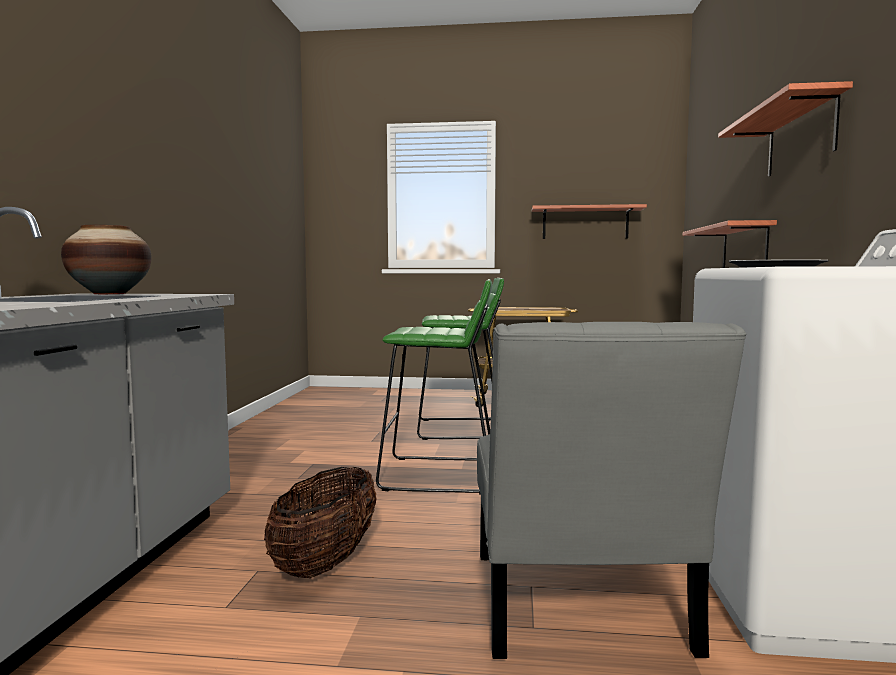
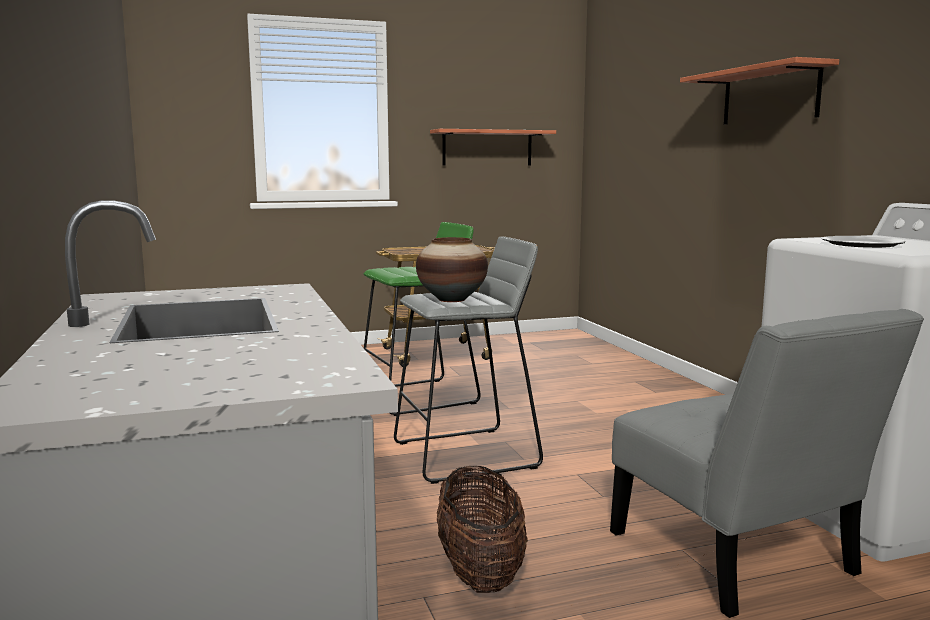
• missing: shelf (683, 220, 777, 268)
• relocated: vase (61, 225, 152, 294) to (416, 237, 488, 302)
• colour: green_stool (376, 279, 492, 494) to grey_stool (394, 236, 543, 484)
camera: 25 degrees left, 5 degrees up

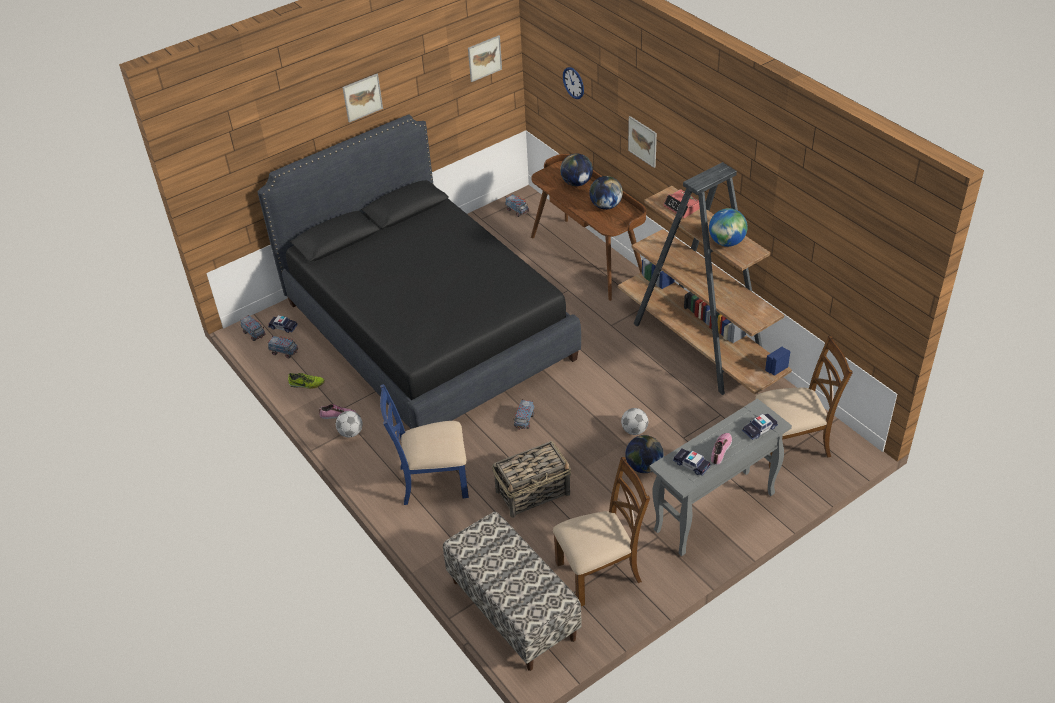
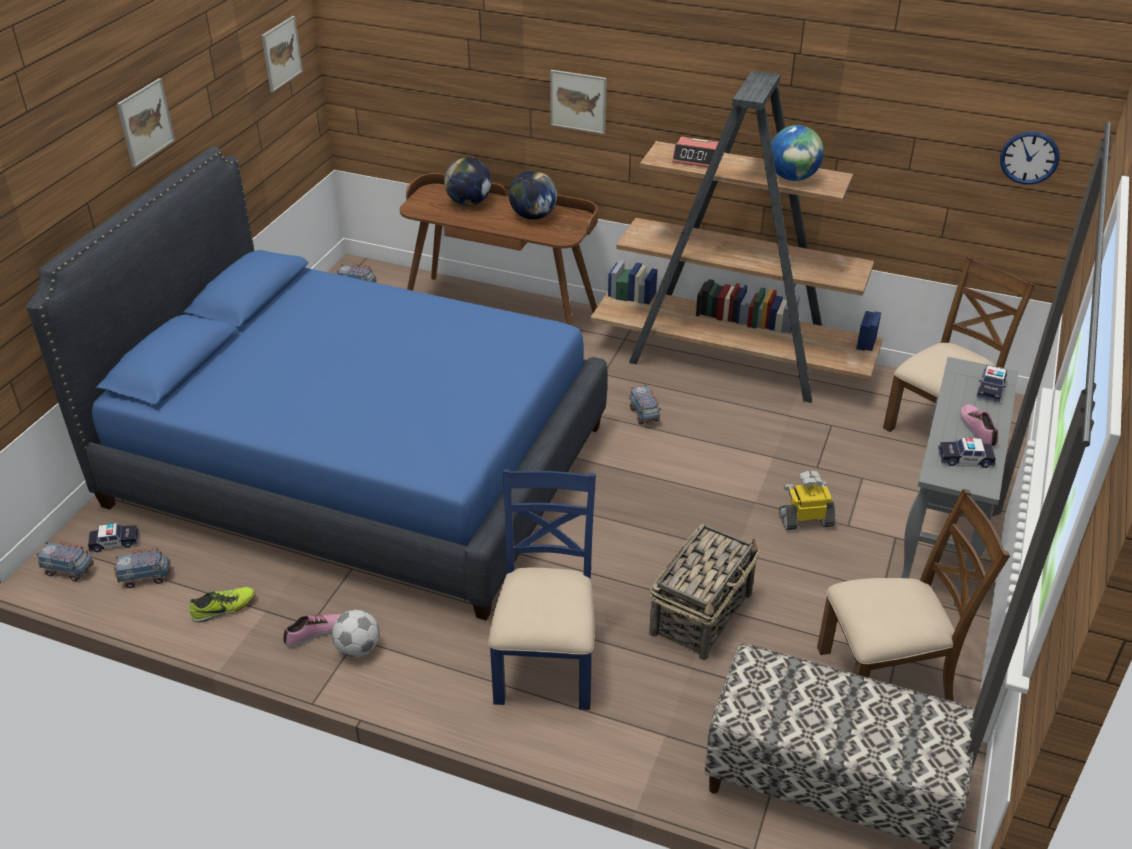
• missing: football (621, 408, 648, 435)
• relocated: toy_truck (513, 399, 534, 430) to (629, 385, 661, 425)
• relocated: wall_clock (563, 67, 584, 99) to (1000, 132, 1060, 185)
• exchanged: globe (625, 435, 664, 473) to toy_robot (779, 471, 836, 530)
• colour: black_bed (258, 115, 581, 429) to blue_bed (26, 146, 607, 620)
• spun: blue_chair (380, 384, 469, 505) = (488, 469, 596, 710) 135 degrees clockwise
• spun: brown_chair (553, 457, 650, 606) = (817, 489, 1010, 702) 45 degrees clockwise
camera: 35 degrees left, 5 degrees down

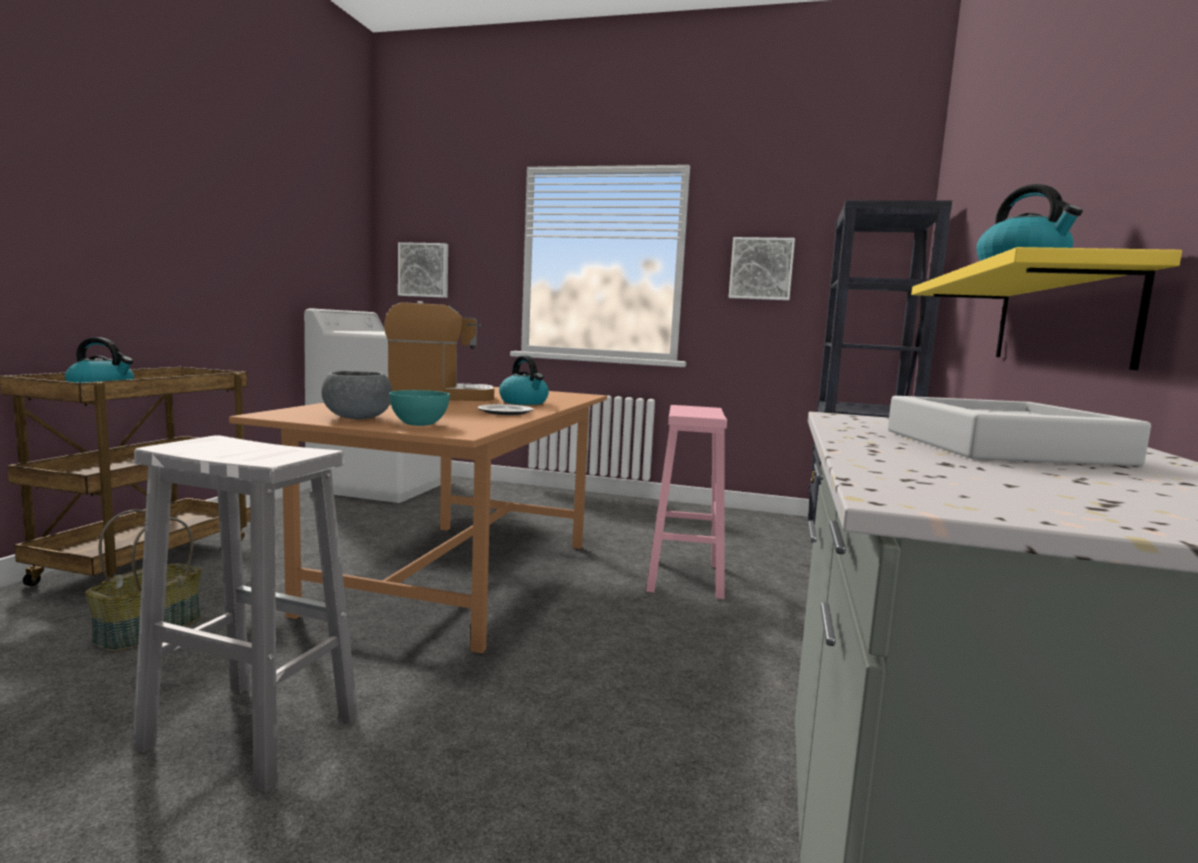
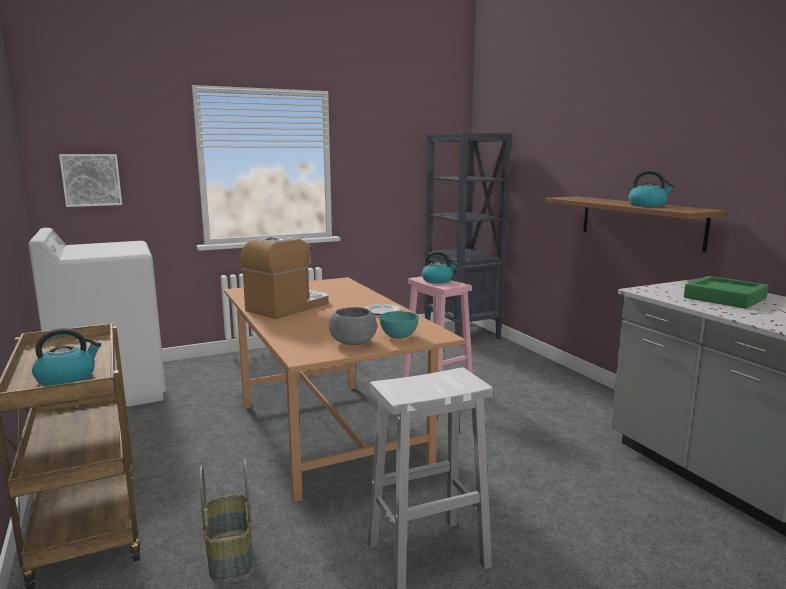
• missing: picture (729, 237, 795, 300)
• relocated: kettle (499, 355, 549, 405) to (422, 251, 458, 283)
• colour: grey_tray (888, 396, 1151, 466) to green_tray (684, 276, 769, 309)
• colour: yellow_shelf (911, 247, 1182, 370) to brown_shelf (545, 196, 727, 252)
camera: 40 degrees left, 5 degrees up

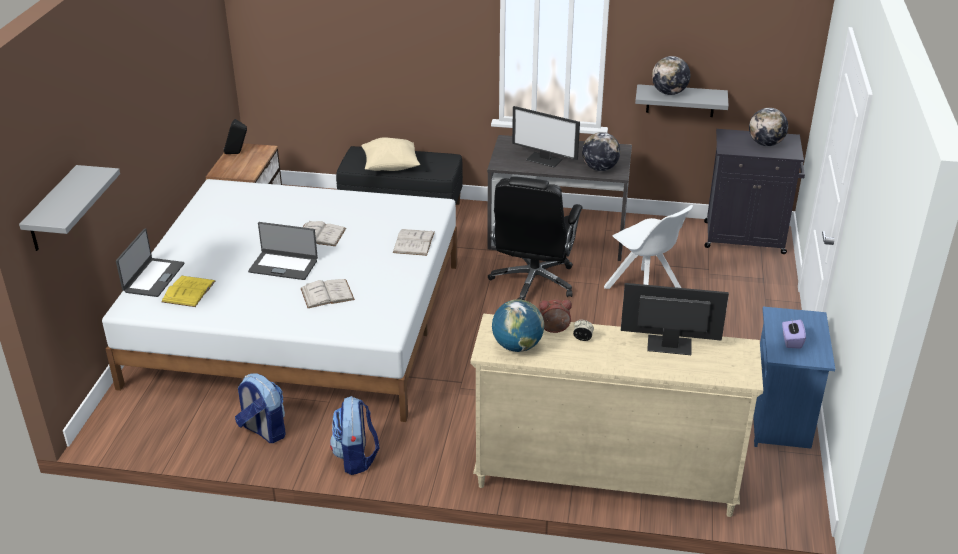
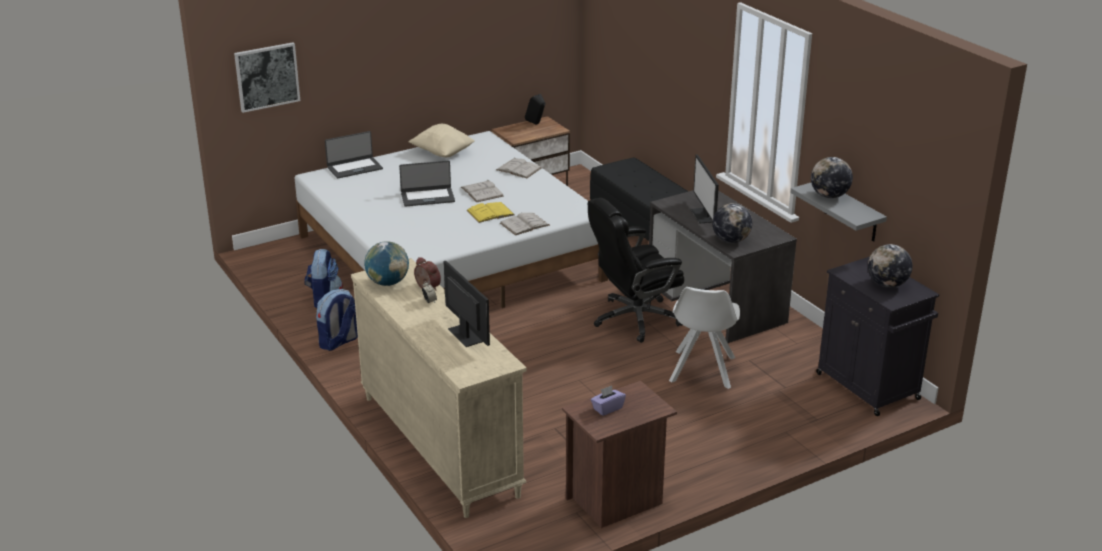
• relocated: yellow_book (161, 276, 215, 307) to (466, 202, 515, 223)
• relocated: white_book (301, 279, 355, 308) to (496, 158, 542, 178)
• relocated: beige_pillow (362, 137, 420, 171) to (409, 124, 475, 157)
• exchanged: grey_shelf (19, 165, 120, 251) to picture (234, 42, 300, 113)
• colour: blue_nightstand (753, 307, 835, 449) to brown_nightstand (562, 381, 677, 528)
• spun: laptop (248, 222, 318, 280) = (399, 161, 455, 207) 75 degrees counterclockwise
camera: 50 degrees right, 5 degrees down

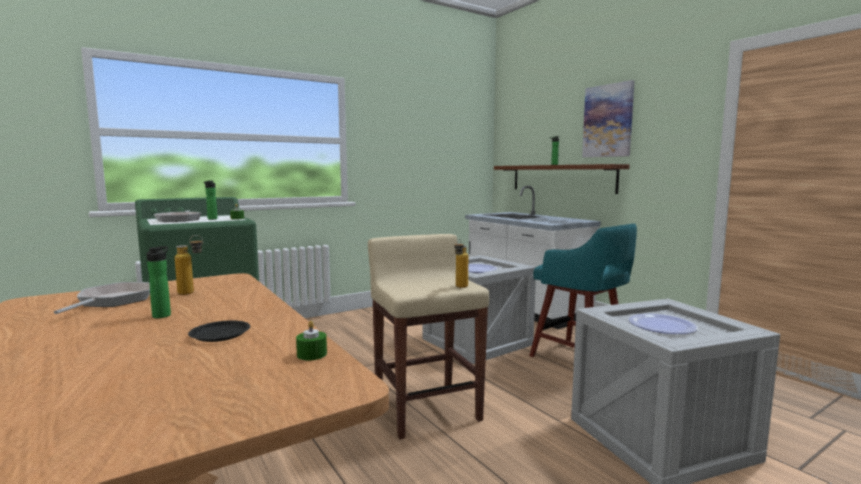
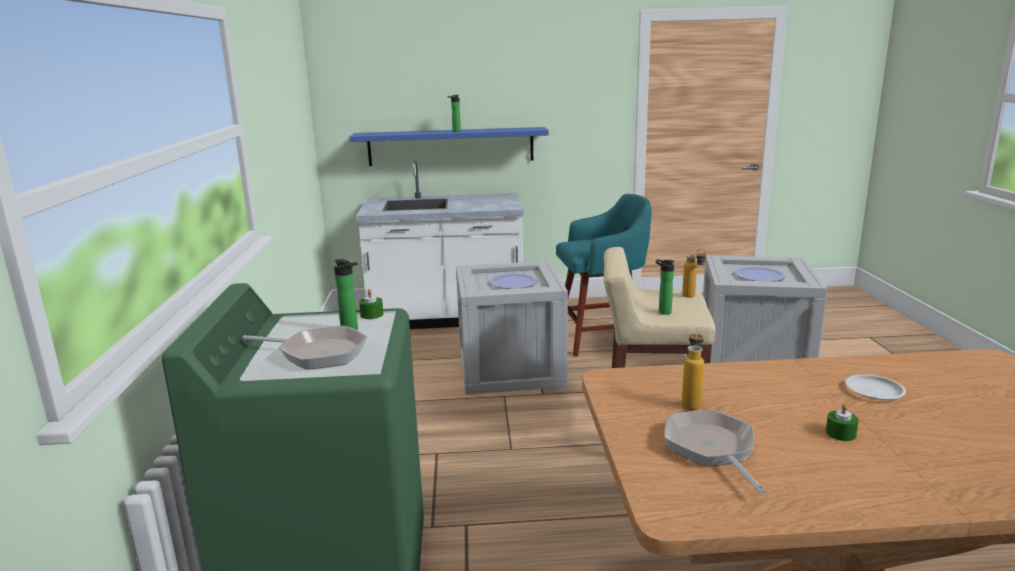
• missing: picture (582, 80, 635, 158)
• relocated: bottle (146, 246, 171, 318) to (655, 259, 675, 315)
• relocated: green_candle (296, 321, 327, 360) to (826, 404, 859, 441)
• colour: black_plate (188, 320, 251, 342) to white_plate (845, 374, 906, 400)
• colour: brown_shelf (494, 164, 630, 194) to blue_shelf (349, 127, 549, 166)
• spun: frying_pan (54, 282, 150, 314) = (664, 410, 765, 494) 45 degrees clockwise
camera: 60 degrees left, 10 degrees up

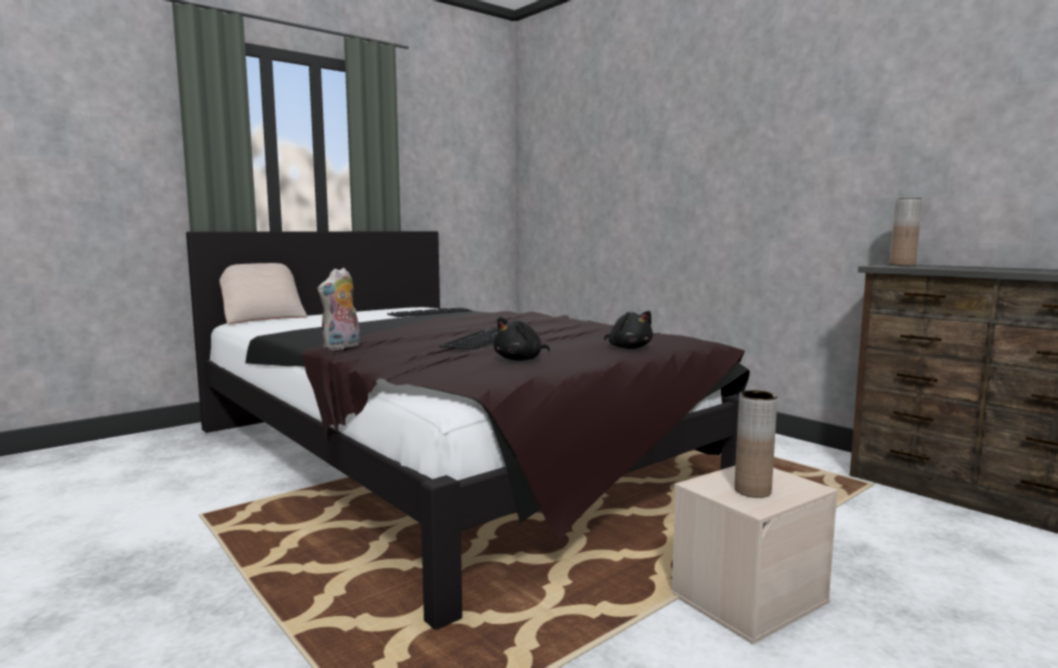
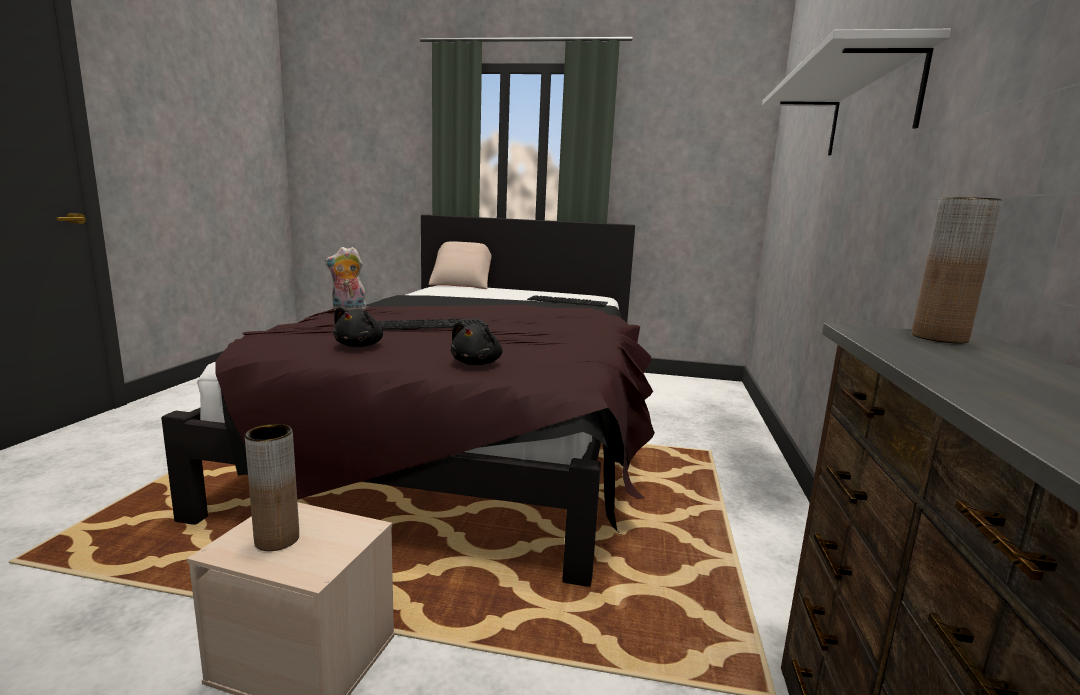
• appeared: white_shelf (762, 29, 951, 155)
• spun: black_plush_toy (493, 317, 550, 361) = (333, 307, 383, 347) 90 degrees counterclockwise
camera: 50 degrees right, 5 degrees up

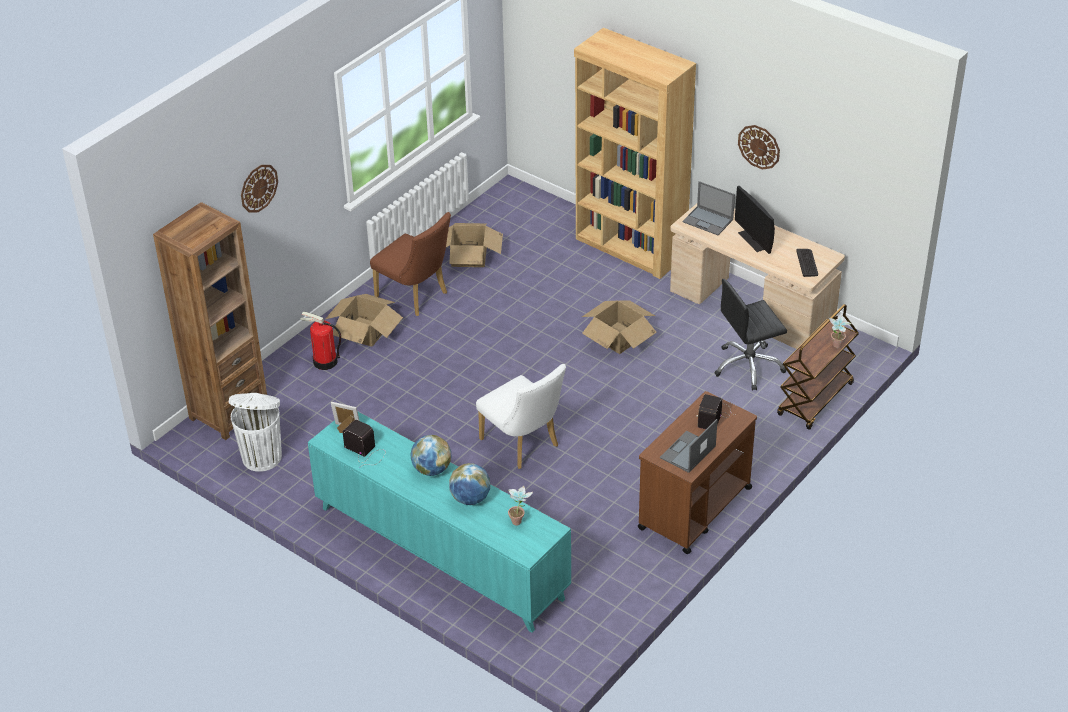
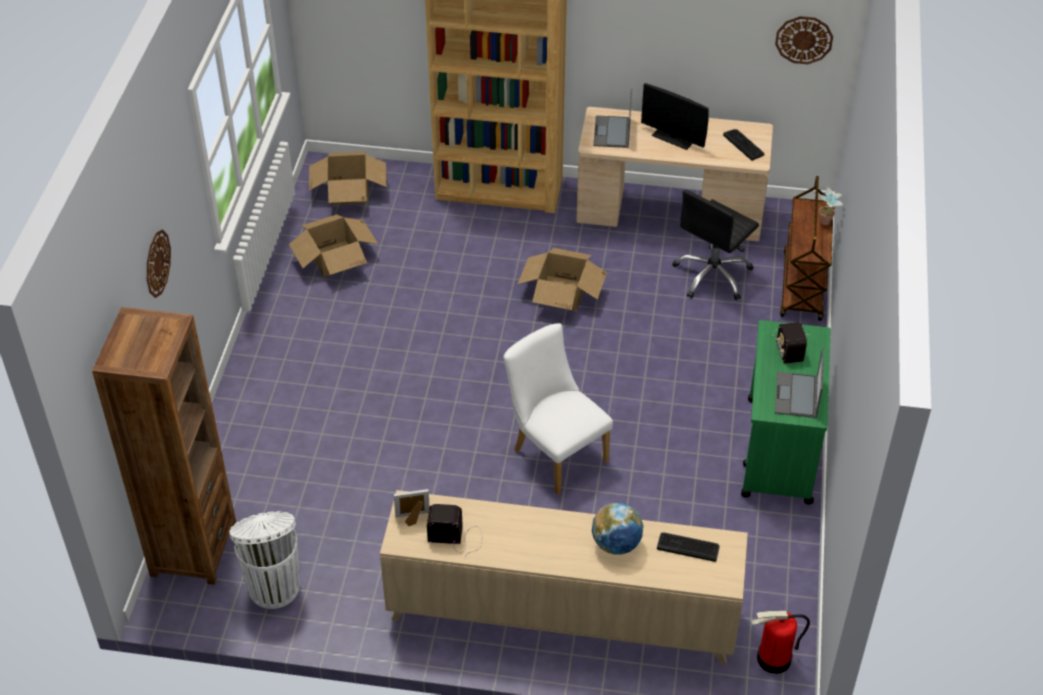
• missing: brown_chair (370, 212, 451, 316)
• missing: globe (410, 435, 451, 476)
• relocated: fire_extinguisher (300, 312, 341, 370) to (752, 610, 810, 674)
• relocated: cardboard_box (326, 294, 403, 347) to (309, 151, 387, 205)
• relocated: wall_clock (738, 125, 780, 170) to (775, 16, 833, 64)
• exchanged: potted_plant (508, 486, 533, 526) to keyboard (657, 532, 720, 562)
• colour: turquoise_cabinet (308, 411, 571, 633) to beige_cabinet (380, 490, 748, 664)
• colour: brown_cart (638, 391, 757, 554) to green_cart (741, 320, 831, 505)
• spun: white_chair (476, 364, 566, 469) = (503, 323, 613, 495) 150 degrees counterclockwise
• spun: laptop (682, 181, 735, 235) = (593, 89, 632, 148) 90 degrees clockwise
camera: 30 degrees left, 5 degrees up

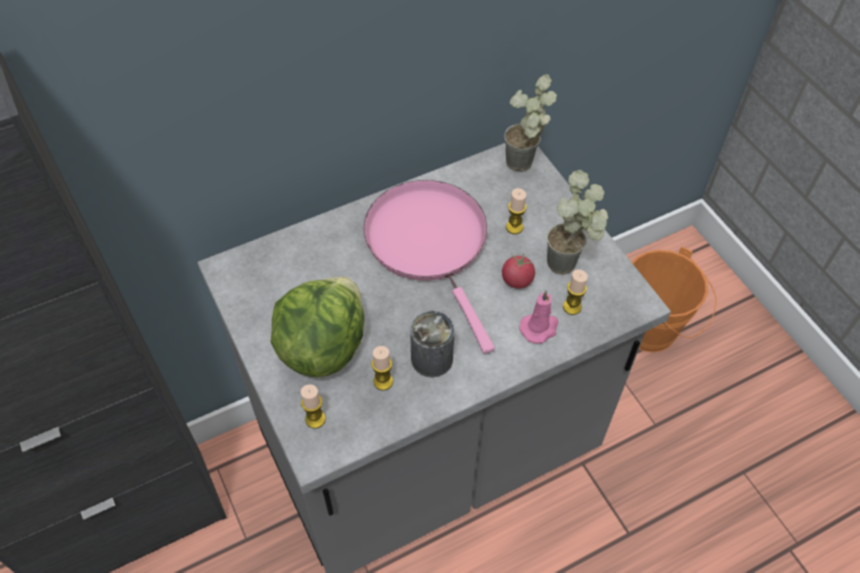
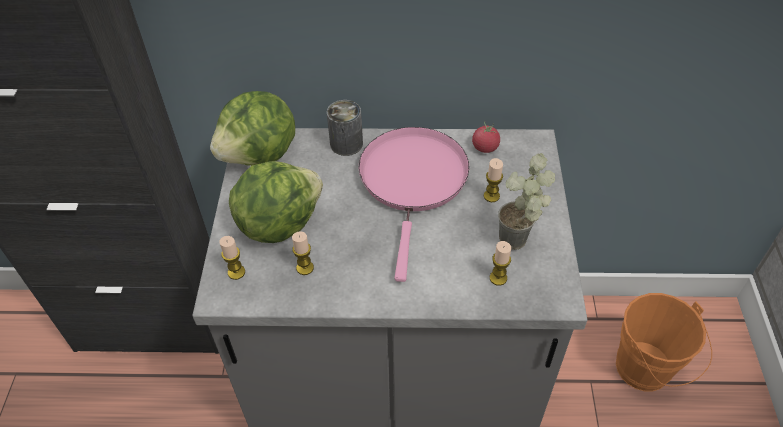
• missing: potted_plant (504, 74, 557, 172)
• missing: pink_candle (520, 290, 558, 344)
• appeared: lettuce (210, 91, 295, 166)
• relocated: can (410, 311, 455, 377) to (327, 100, 363, 156)
• relocated: tomato (502, 253, 535, 289) to (472, 121, 500, 153)
camera: 30 degrees right, 5 degrees down

